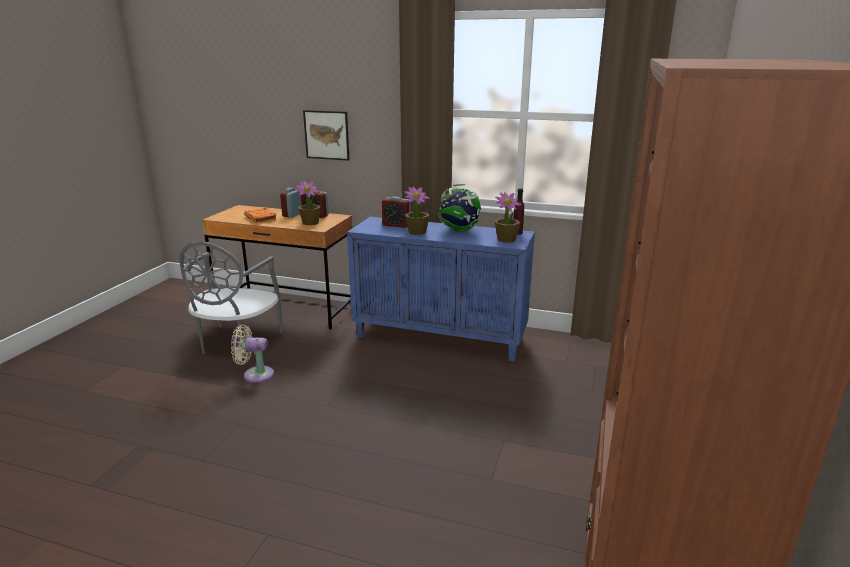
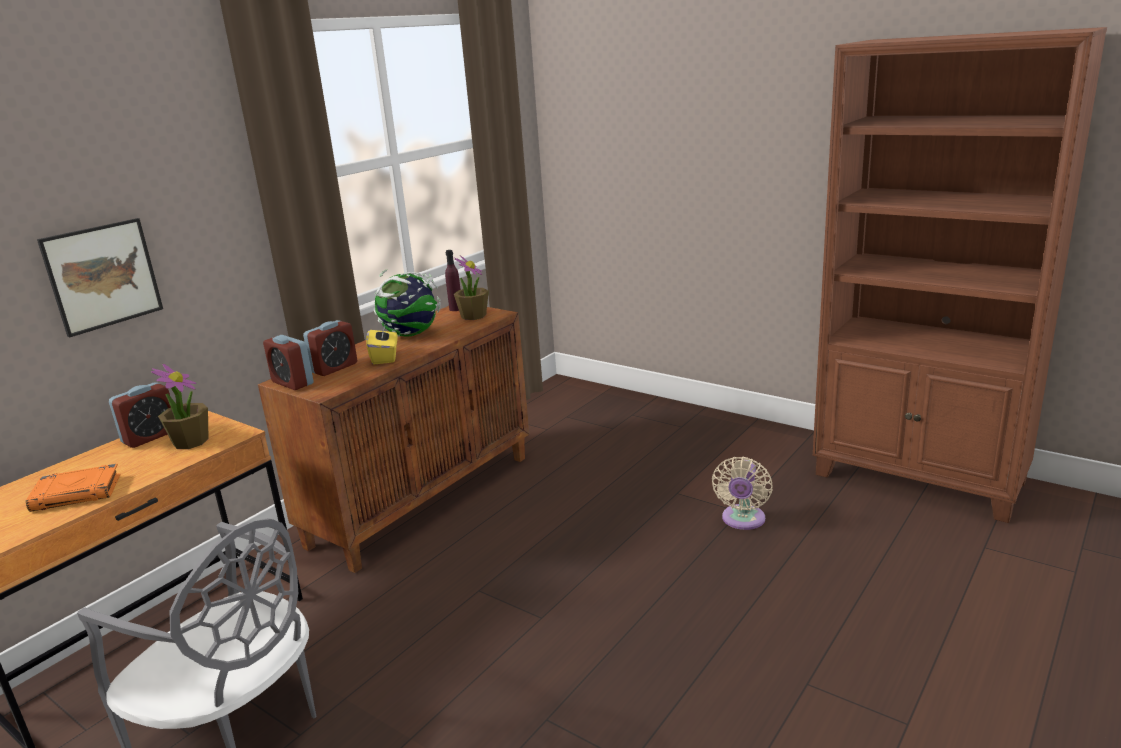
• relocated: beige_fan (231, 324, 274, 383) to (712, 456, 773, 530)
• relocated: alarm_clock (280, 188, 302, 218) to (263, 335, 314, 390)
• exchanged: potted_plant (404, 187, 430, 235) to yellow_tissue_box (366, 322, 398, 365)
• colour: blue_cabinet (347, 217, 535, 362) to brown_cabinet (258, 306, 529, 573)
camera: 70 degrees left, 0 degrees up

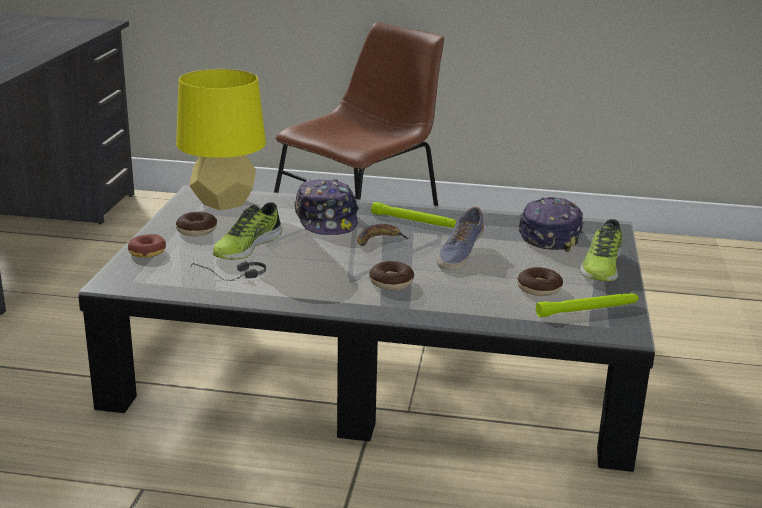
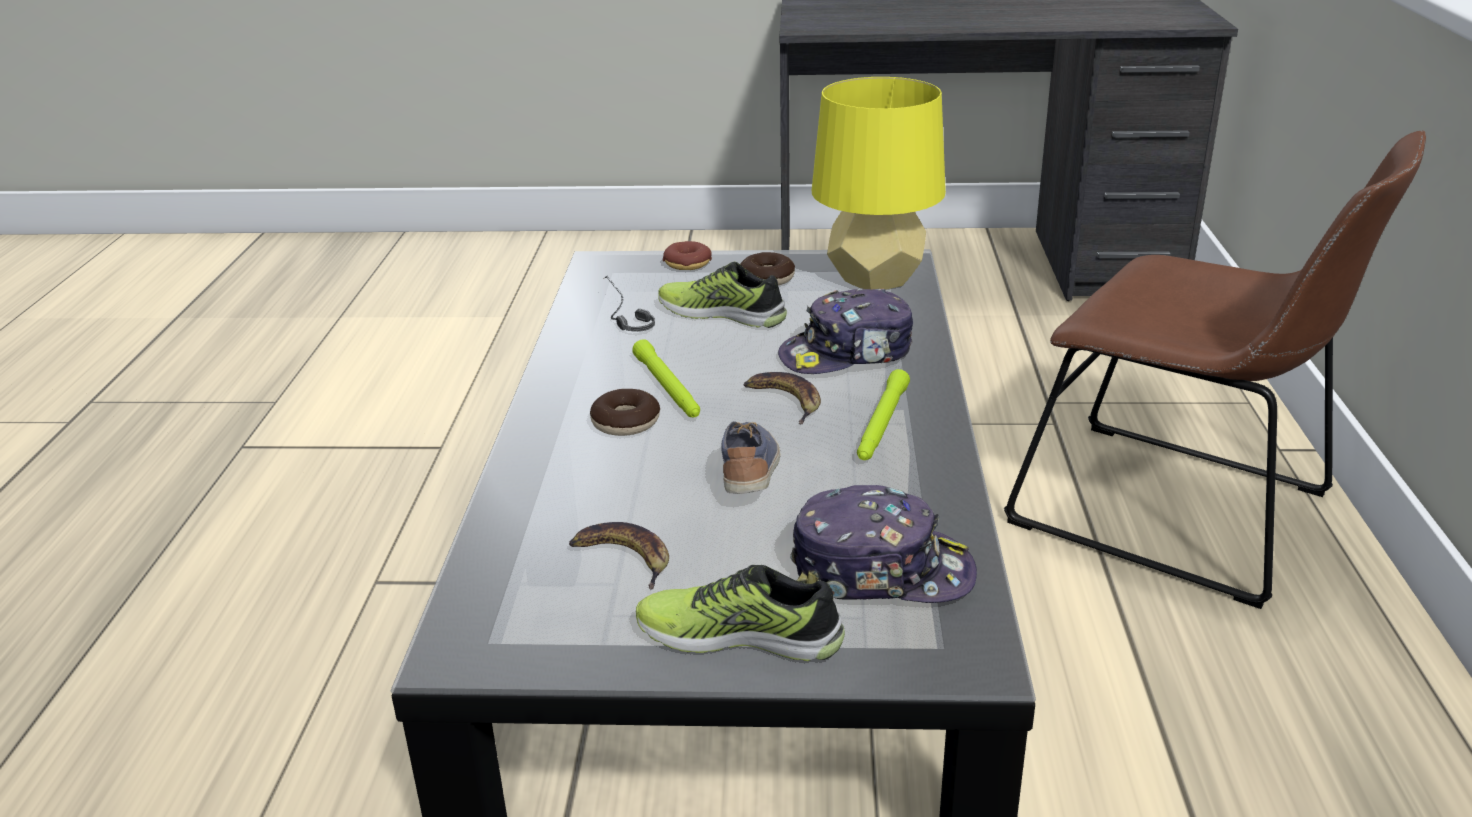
• relocated: green_flashlight (536, 293, 639, 317) to (632, 339, 700, 417)
• exchanged: donut (517, 267, 563, 296) to banana (569, 522, 669, 590)
• spun: shoe (437, 207, 484, 271) = (721, 421, 781, 494) 75 degrees clockwise
camera: 85 degrees right, 5 degrees up

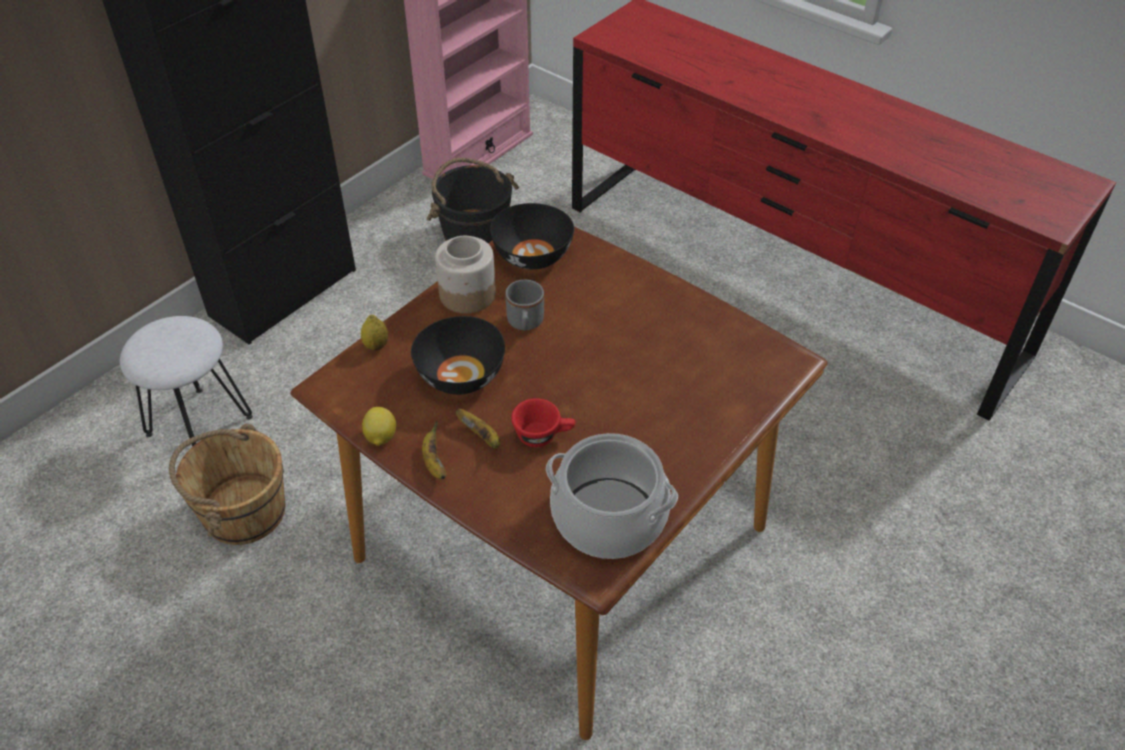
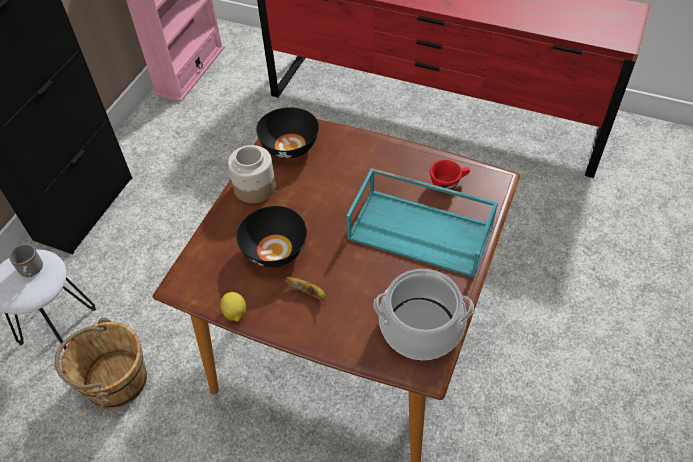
• missing: lemon (361, 315, 388, 350)
• missing: banana (422, 420, 446, 479)
• missing: black_bucket (427, 158, 519, 243)
• appeared: turquoise_tray (346, 168, 498, 278)
• relocated: grey_mug (505, 280, 544, 330) to (9, 244, 43, 277)
• relocated: red_cup (511, 398, 575, 447) to (430, 160, 470, 190)
camera: 15 degrees left, 5 degrees up

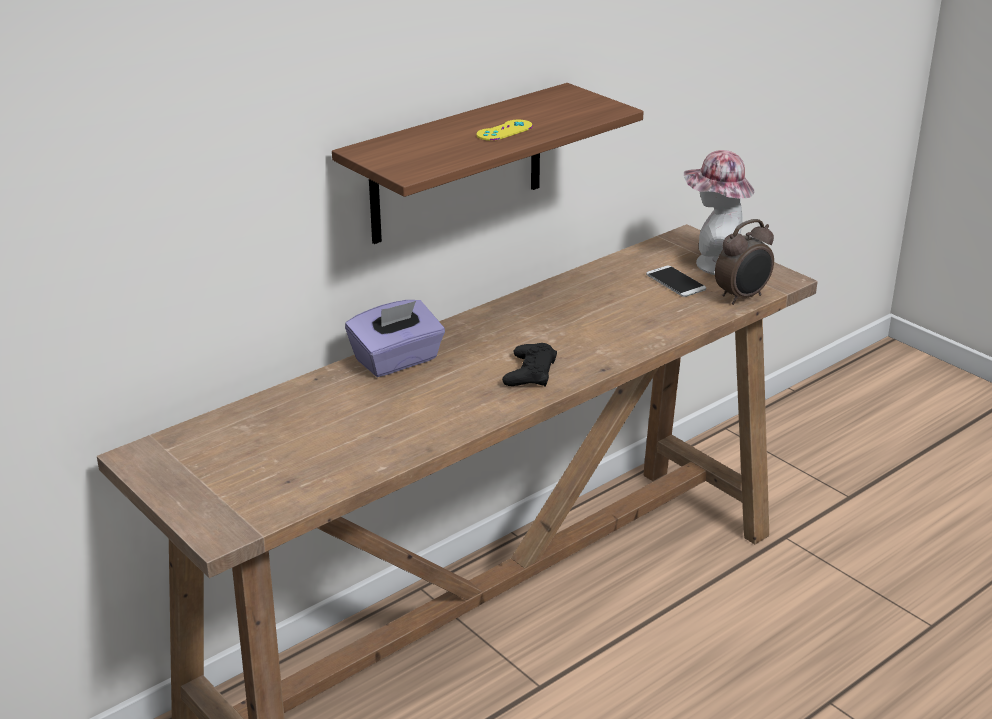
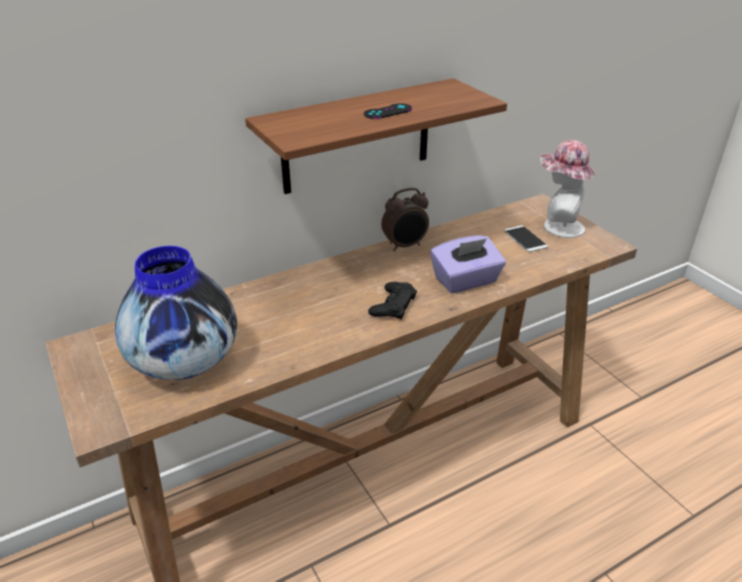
• appeared: vase (115, 246, 237, 380)
• relocated: purple_tissue_box (345, 300, 445, 377) to (430, 235, 506, 293)
• relocated: alarm_clock (715, 219, 774, 305) to (381, 187, 429, 251)
• colour: yellow_game_controller (476, 120, 533, 141) to black_game_controller (364, 103, 412, 119)
camera: 10 degrees right, 5 degrees up

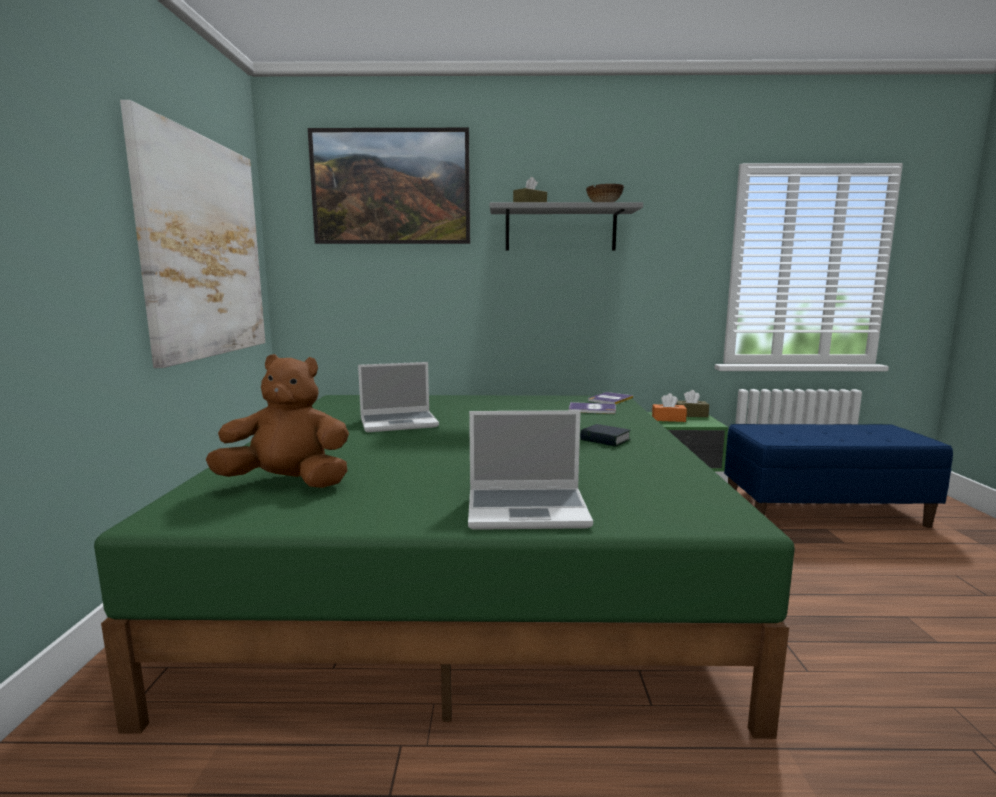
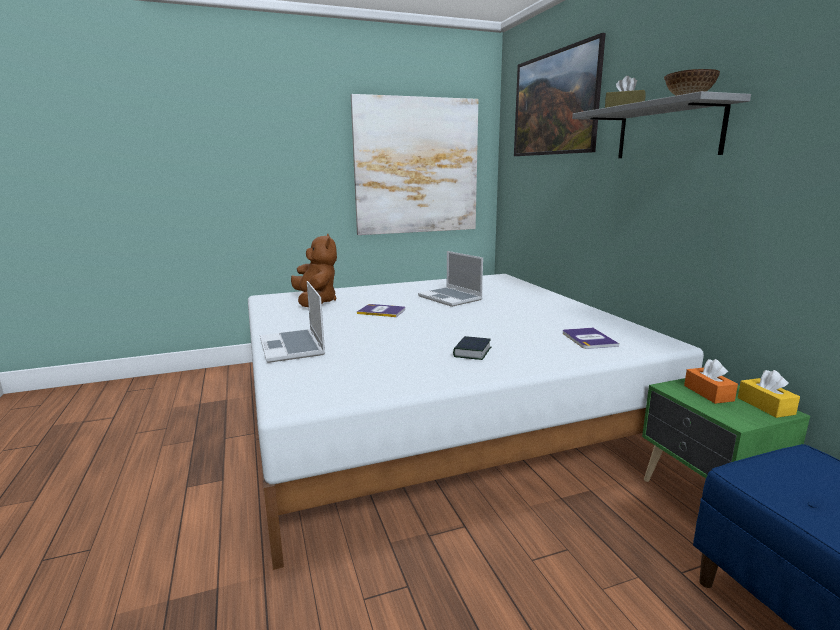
• relocated: book (588, 392, 633, 405) to (357, 304, 405, 317)
• colour: green_bed (94, 395, 795, 739) to white_bed (248, 274, 704, 570)
• colour: brown_tissue_box (676, 390, 709, 417) to yellow_tissue_box (738, 370, 800, 418)
camera: 70 degrees right, 5 degrees up

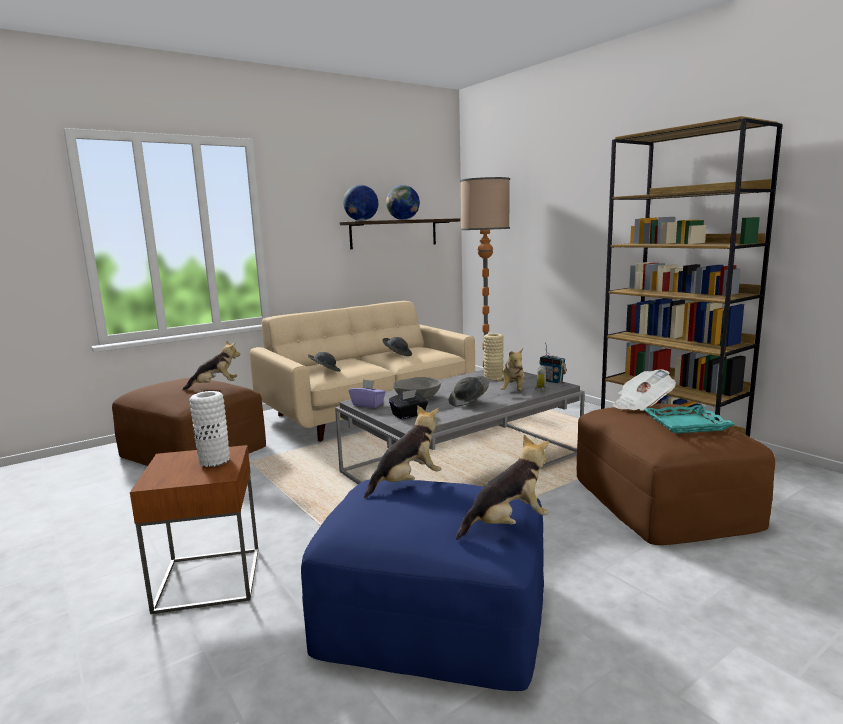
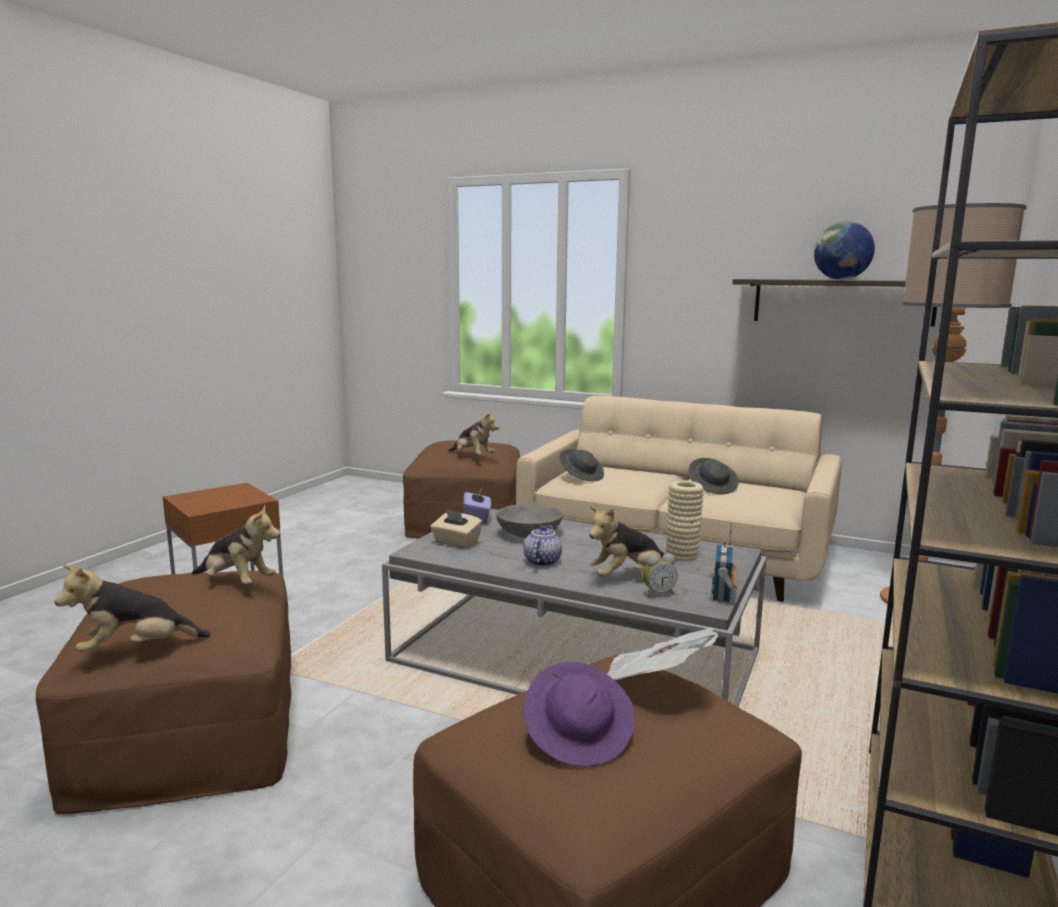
• missing: white_vase (189, 391, 230, 467)
• missing: globe (343, 185, 378, 221)
• exchanged: grey_hat (448, 376, 489, 406) to teapot (524, 525, 562, 566)
• exchanged: turquoise_tray (644, 405, 735, 433) to purple_hat (523, 662, 634, 767)
• colour: blue_ottoman (301, 479, 544, 691) to brown_ottoman (36, 571, 291, 814)
• colour: black_tissue_box (389, 389, 428, 419) to beige_tissue_box (430, 509, 483, 549)
• spun: plush_toy (455, 435, 549, 540) = (55, 565, 211, 652) 120 degrees clockwise
camera: 60 degrees right, 0 degrees up

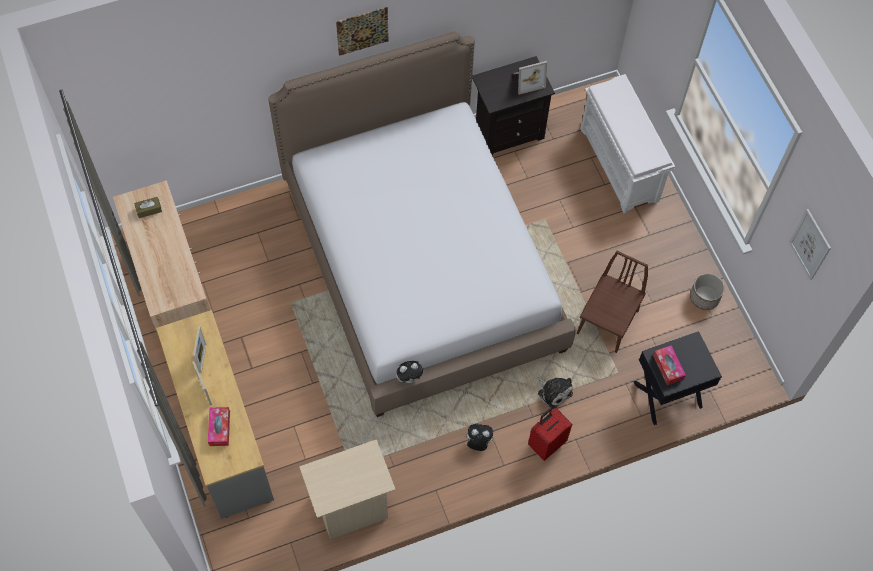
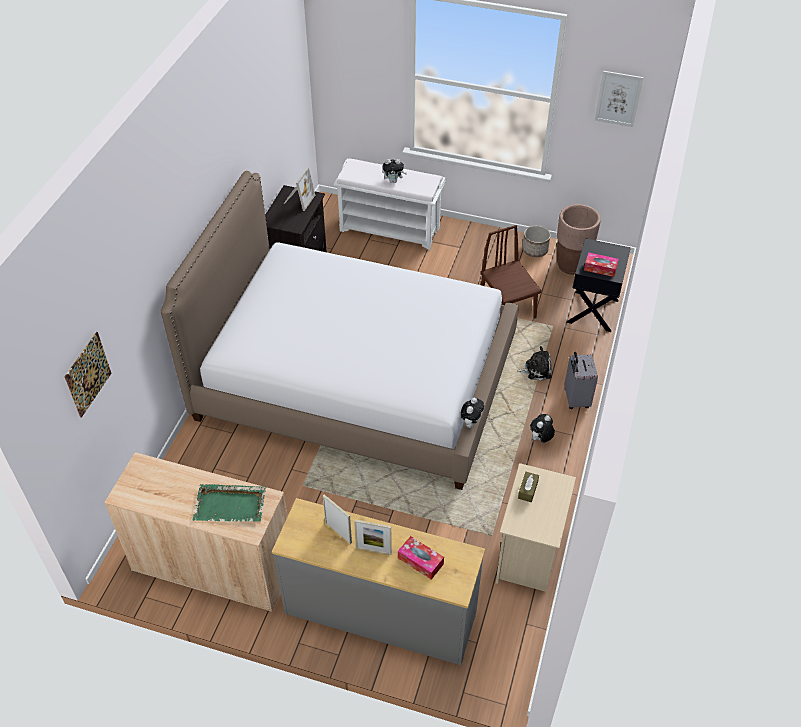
• appeared: green_tray (192, 484, 266, 522)
• appeared: plush_toy (382, 159, 407, 183)
• appeared: brown_planter (557, 204, 601, 275)
• relocated: brown_tissue_box (134, 197, 162, 218) to (518, 472, 539, 502)
• relocated: picture (336, 7, 389, 56) to (64, 332, 112, 418)
• colour: red_suitcase (528, 407, 572, 461) to grey_suitcase (564, 352, 598, 409)
camera: 50 degrees left, 15 degrees down

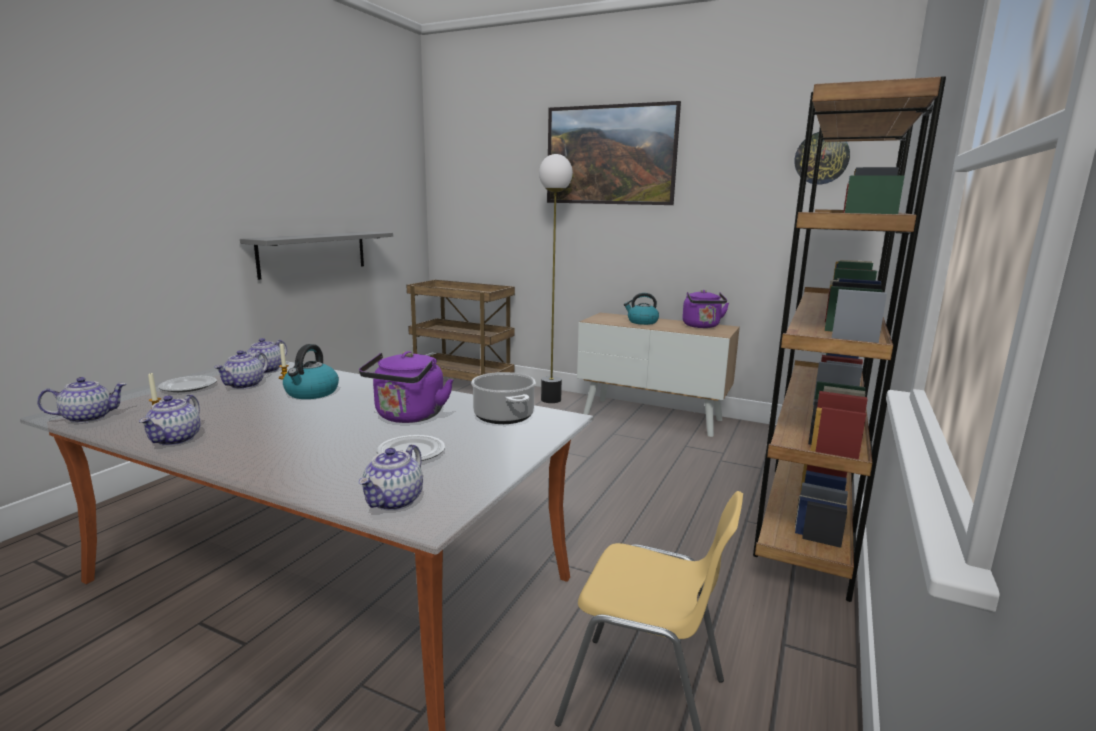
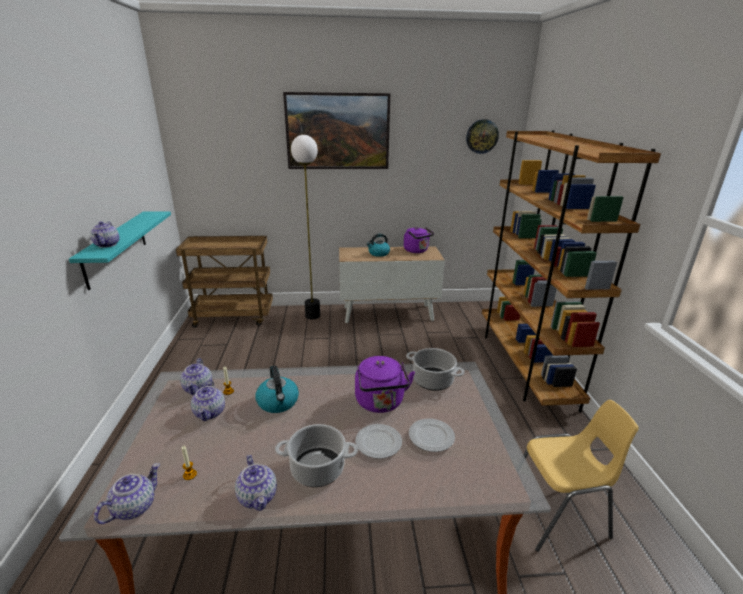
• appeared: cooking_pot (275, 424, 358, 487)
• relocated: plate (158, 376, 217, 392) to (355, 424, 402, 459)
• relocated: teapot (358, 444, 423, 511) to (90, 221, 120, 248)
• colour: grey_shelf (240, 232, 393, 280) to turquoise_shelf (69, 211, 171, 290)
camera: 30 degrees left, 10 degrees up

